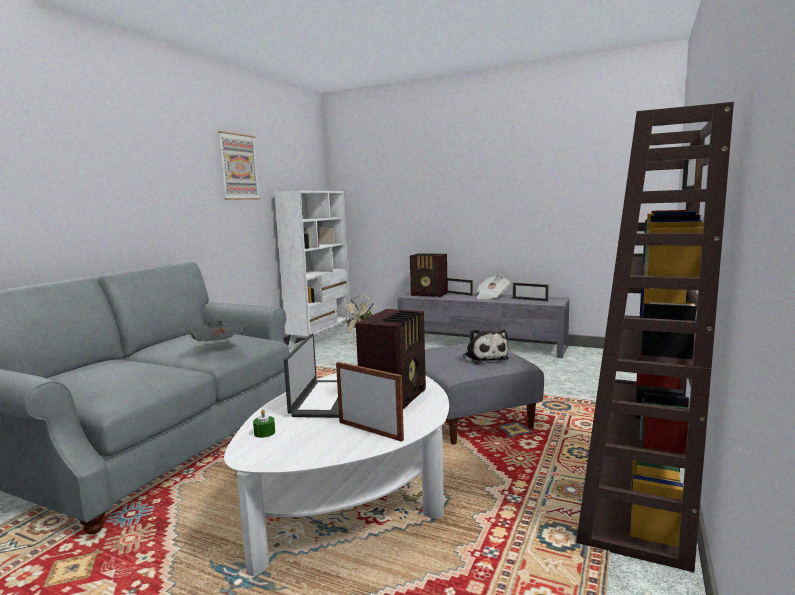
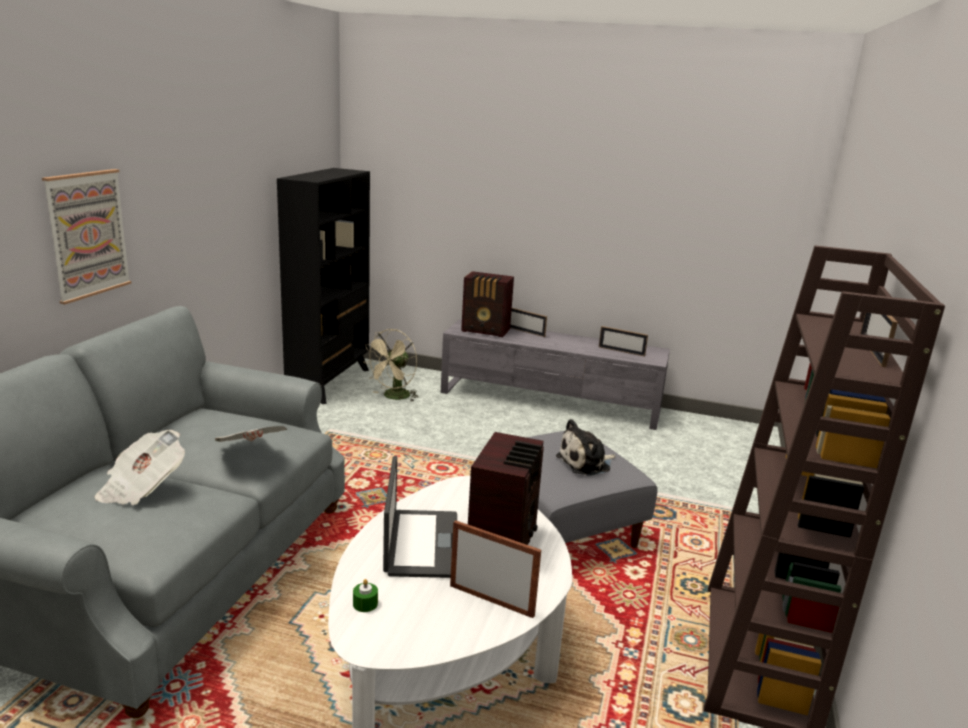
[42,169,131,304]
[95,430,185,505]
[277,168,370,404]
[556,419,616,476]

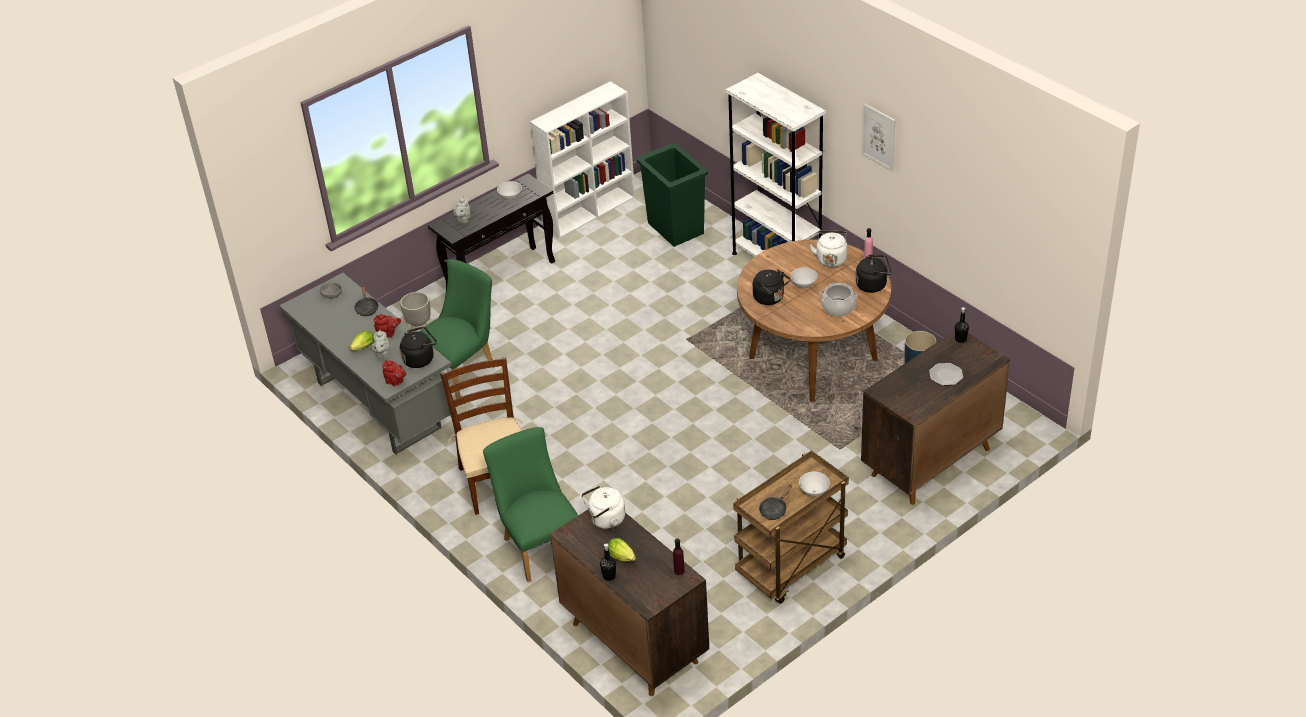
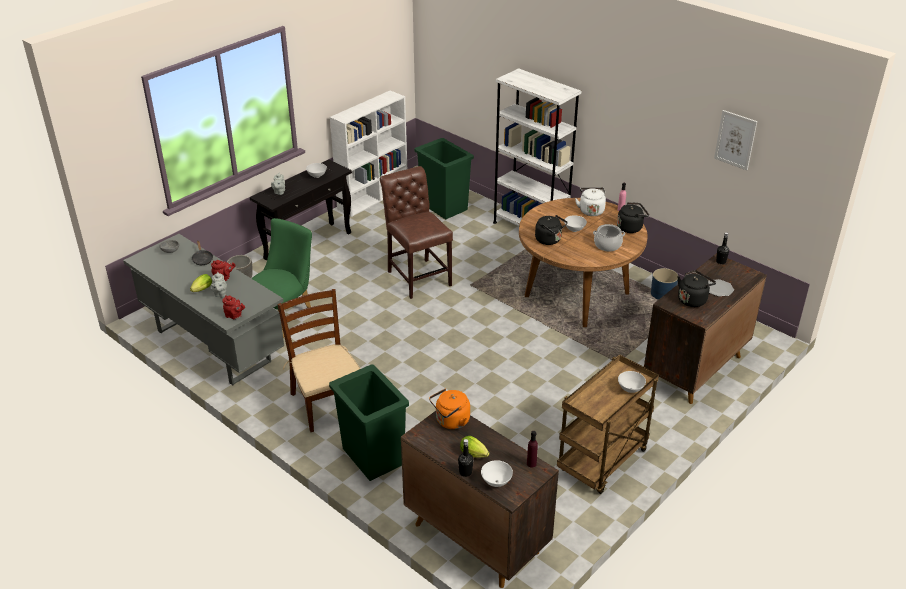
[759,484,792,520] (first image)
[380,166,453,299]
[481,460,513,487]
[678,270,716,307]
[714,110,757,170]
[329,364,409,481]
[429,389,470,429]

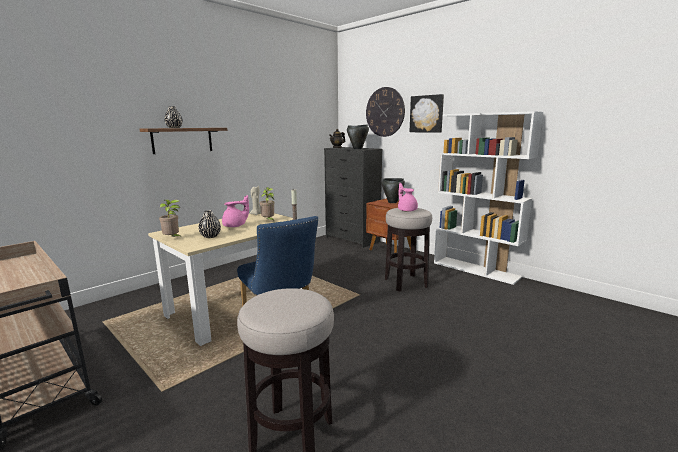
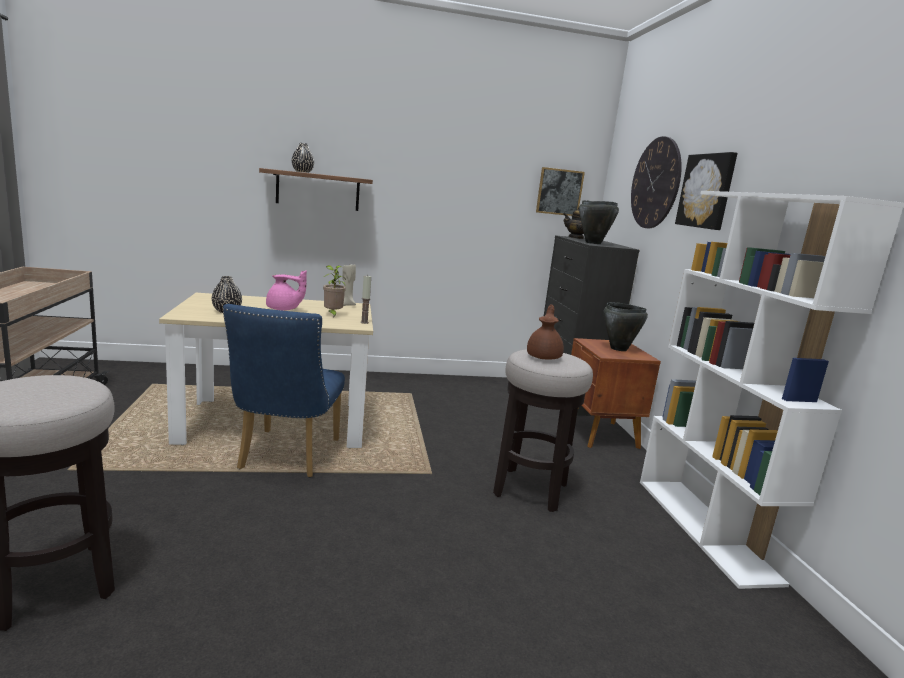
[159,200,183,238] (first image)
[536,167,585,216]
[527,304,564,359]

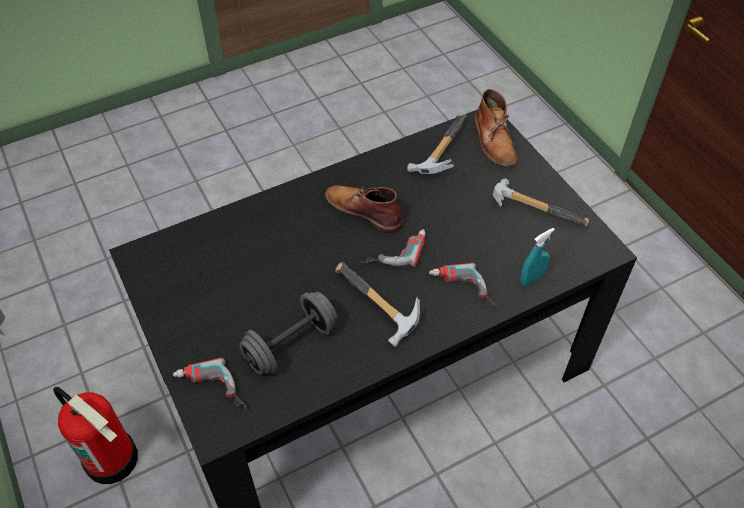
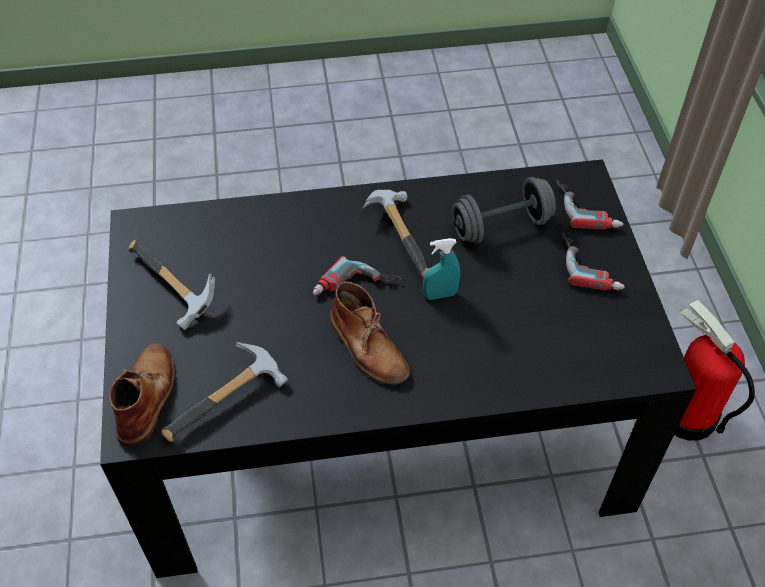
[562,233,625,291]
[423,238,460,300]

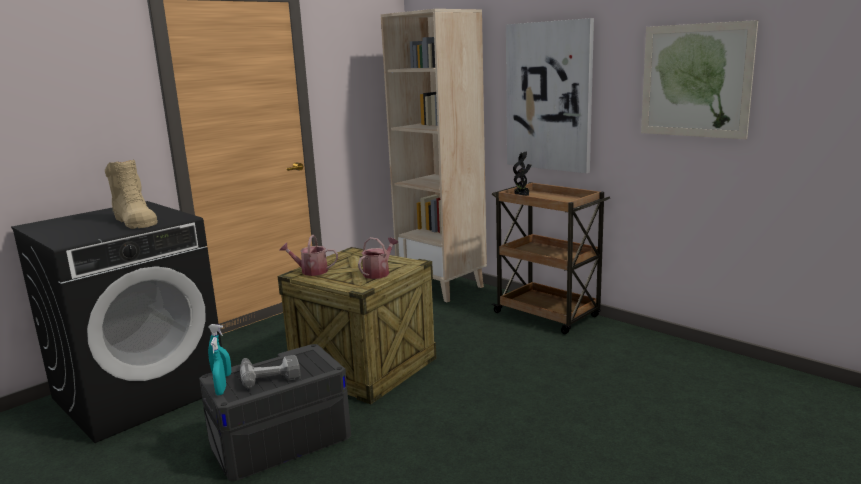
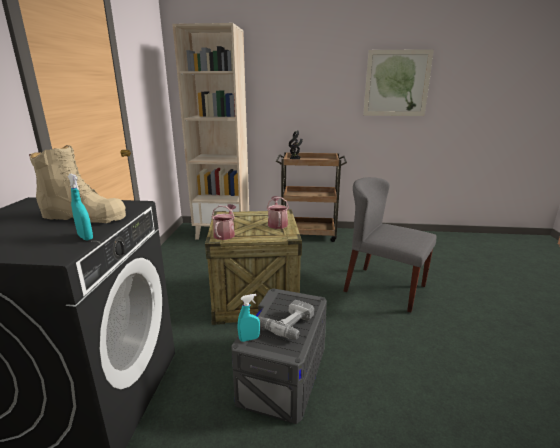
[506,18,594,173] (first image)
[343,177,436,313]
[68,173,93,241]
[212,204,236,240]

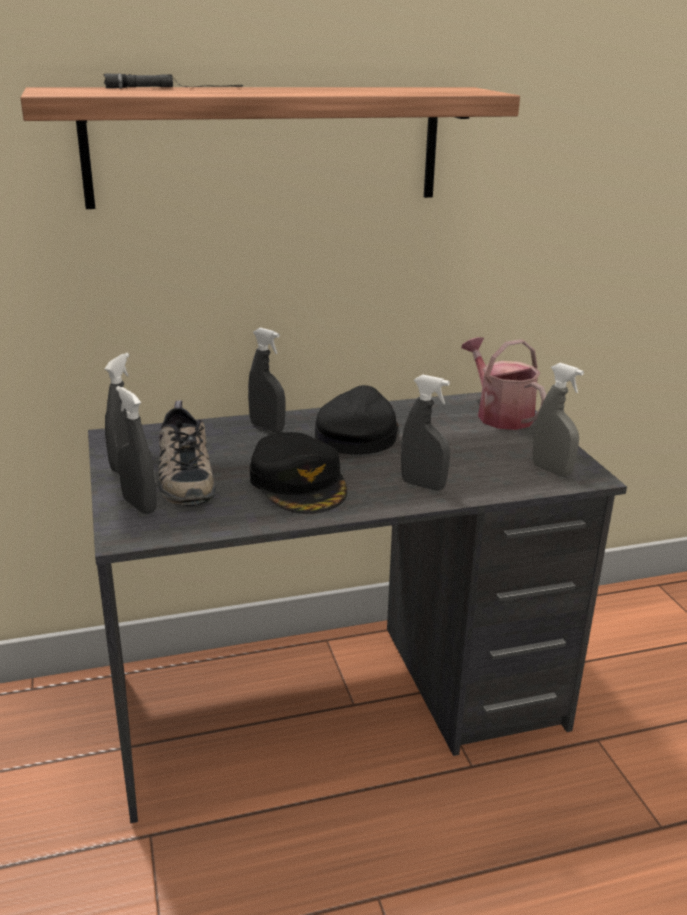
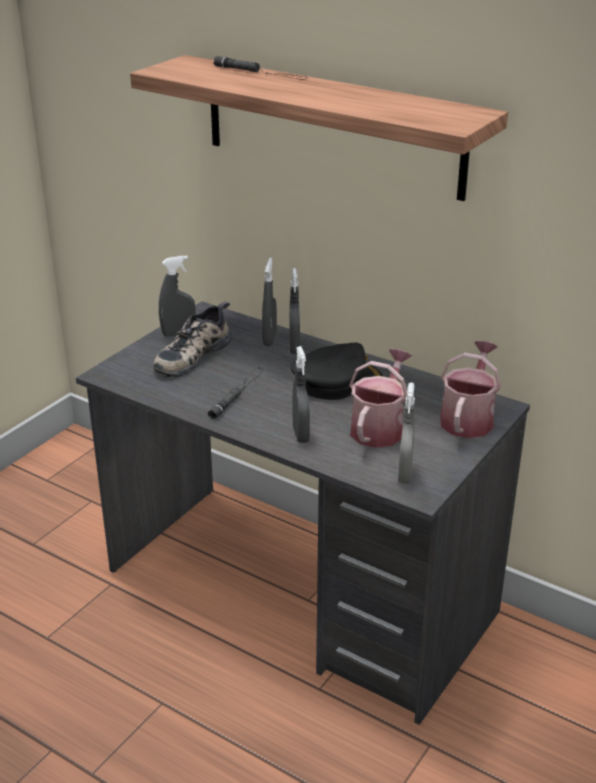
[349,349,412,448]
[262,257,277,347]
[208,368,263,419]

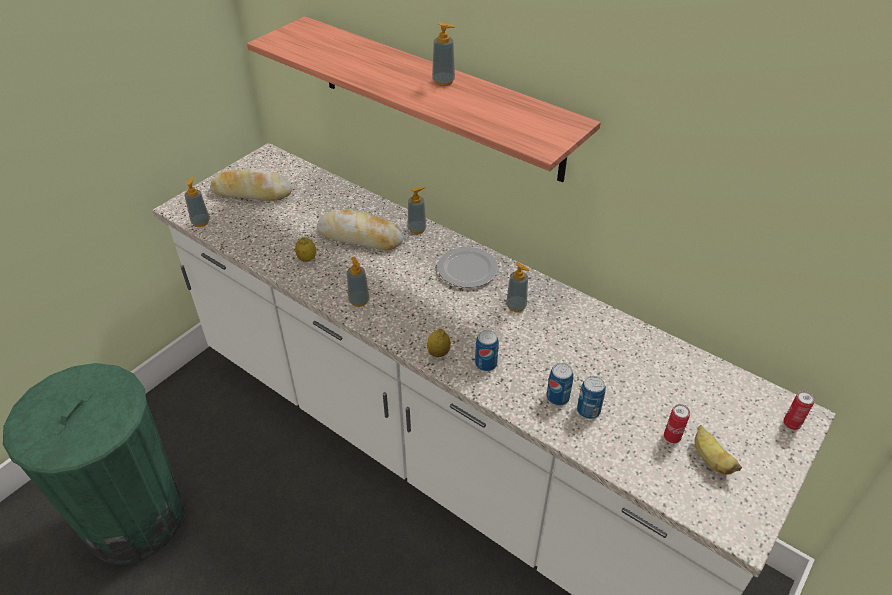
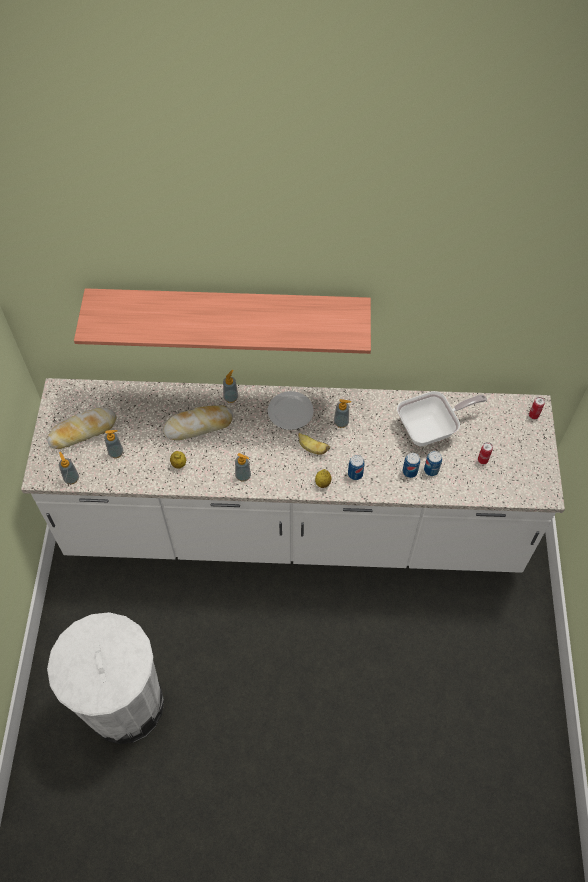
[397,391,487,446]
[104,430,123,458]
[298,433,330,455]
[47,612,164,744]

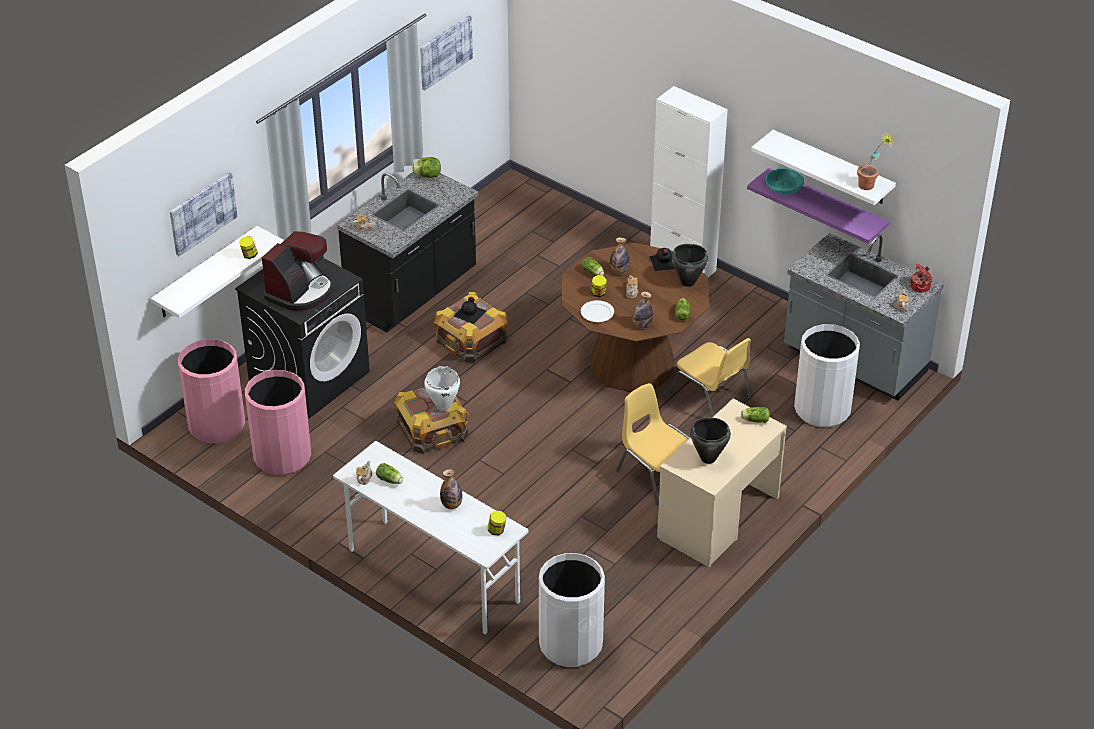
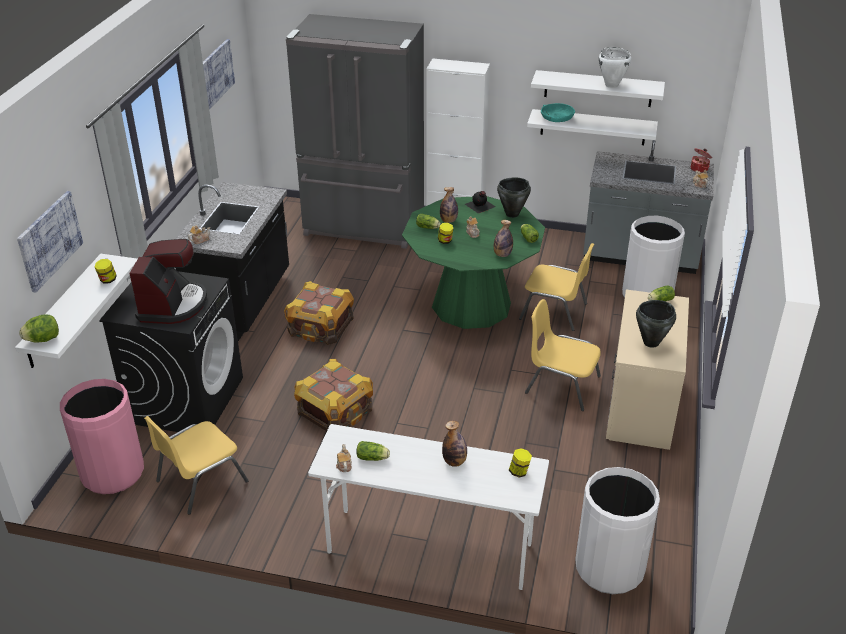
[454,297,486,324] (first image)
[581,300,614,322] (first image)
[857,132,895,190] (first image)
[286,14,424,249]
[19,314,59,342]
[599,47,631,88]
[144,416,249,514]
[402,196,545,329]
[527,109,658,145]

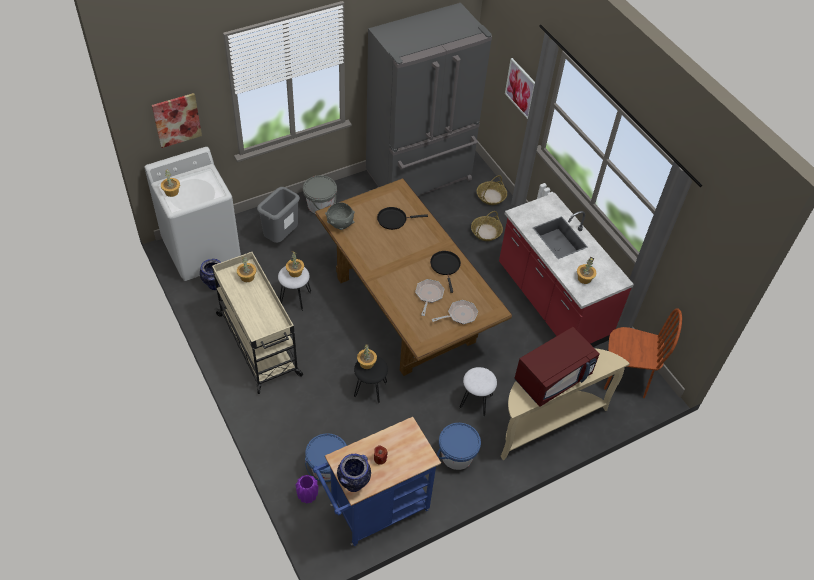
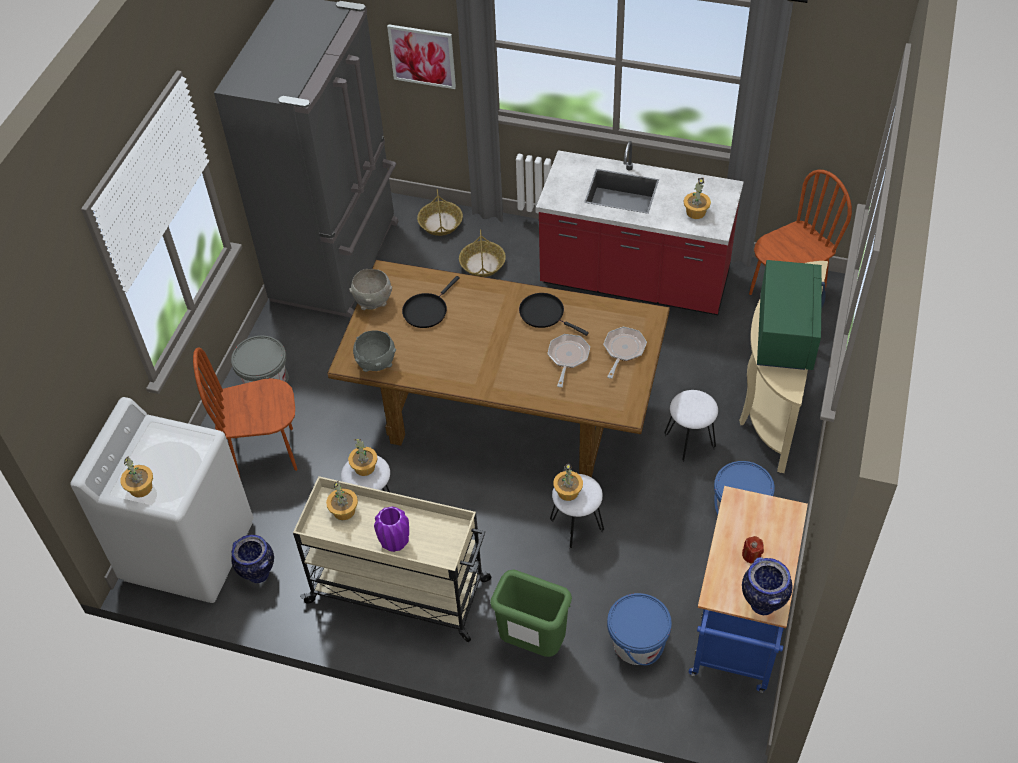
[152,93,202,148] (first image)
[349,269,392,310]
[490,570,572,657]
[374,506,409,552]
[193,347,298,477]
[550,474,604,549]
[757,260,826,370]
[547,334,590,387]

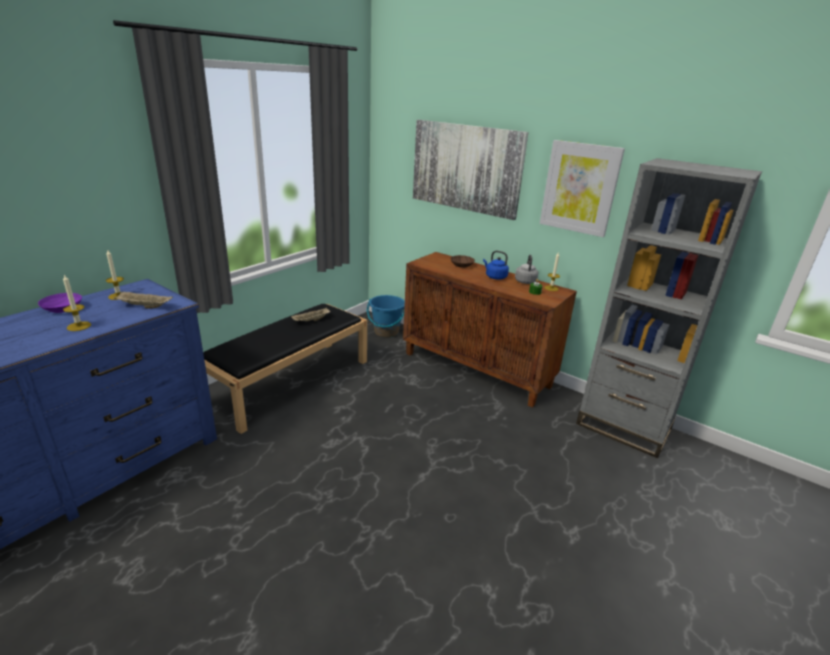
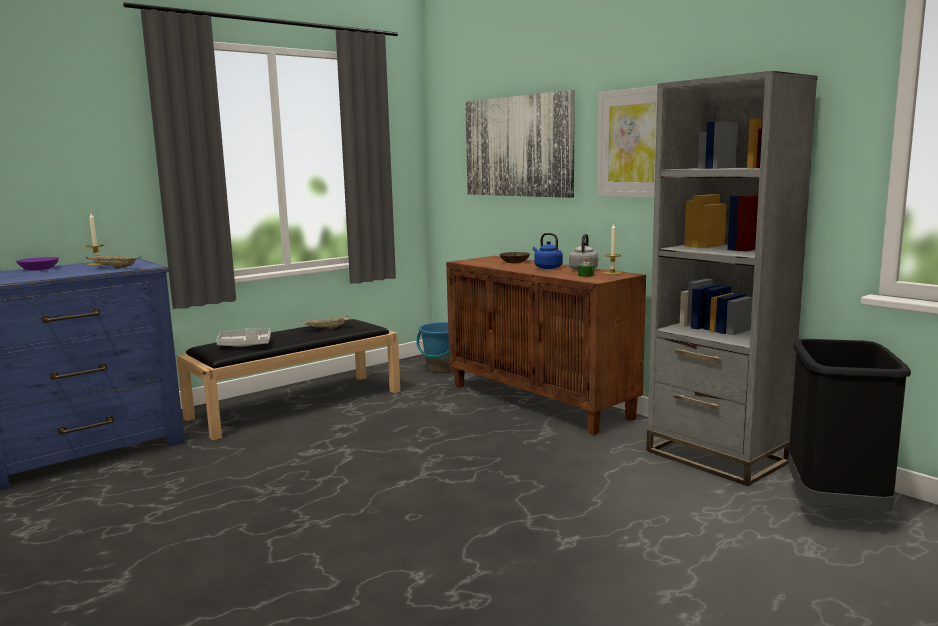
[63,274,91,331] (first image)
[216,328,271,347]
[788,339,911,512]

